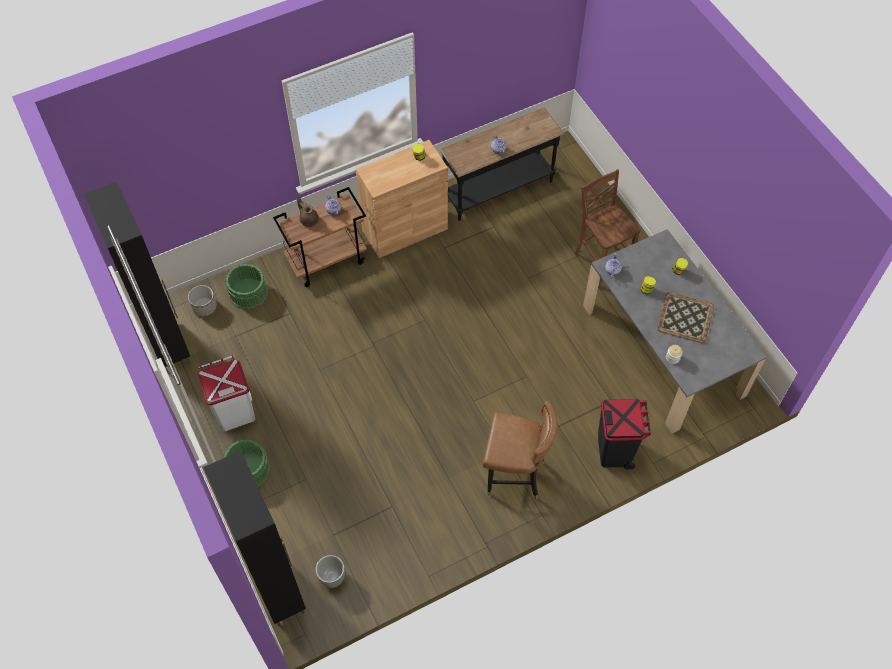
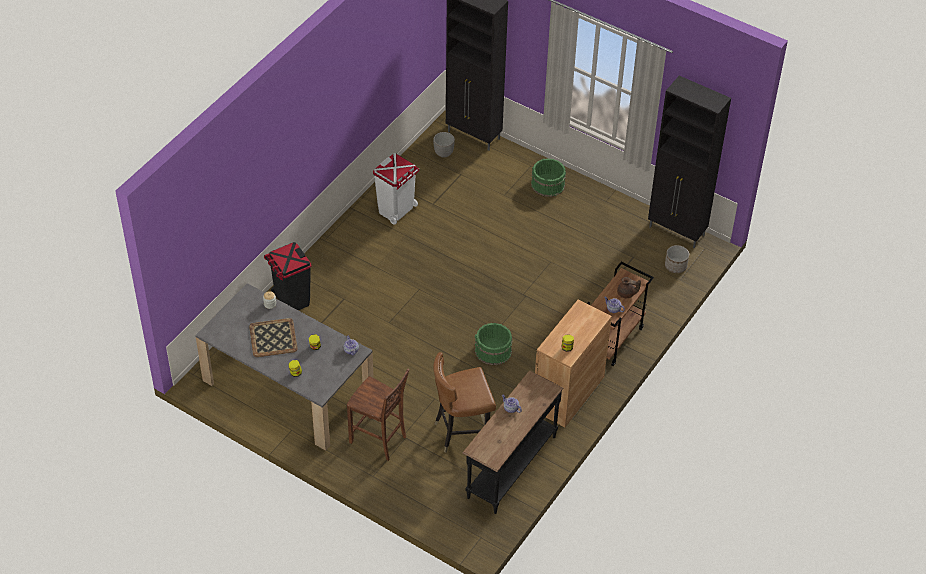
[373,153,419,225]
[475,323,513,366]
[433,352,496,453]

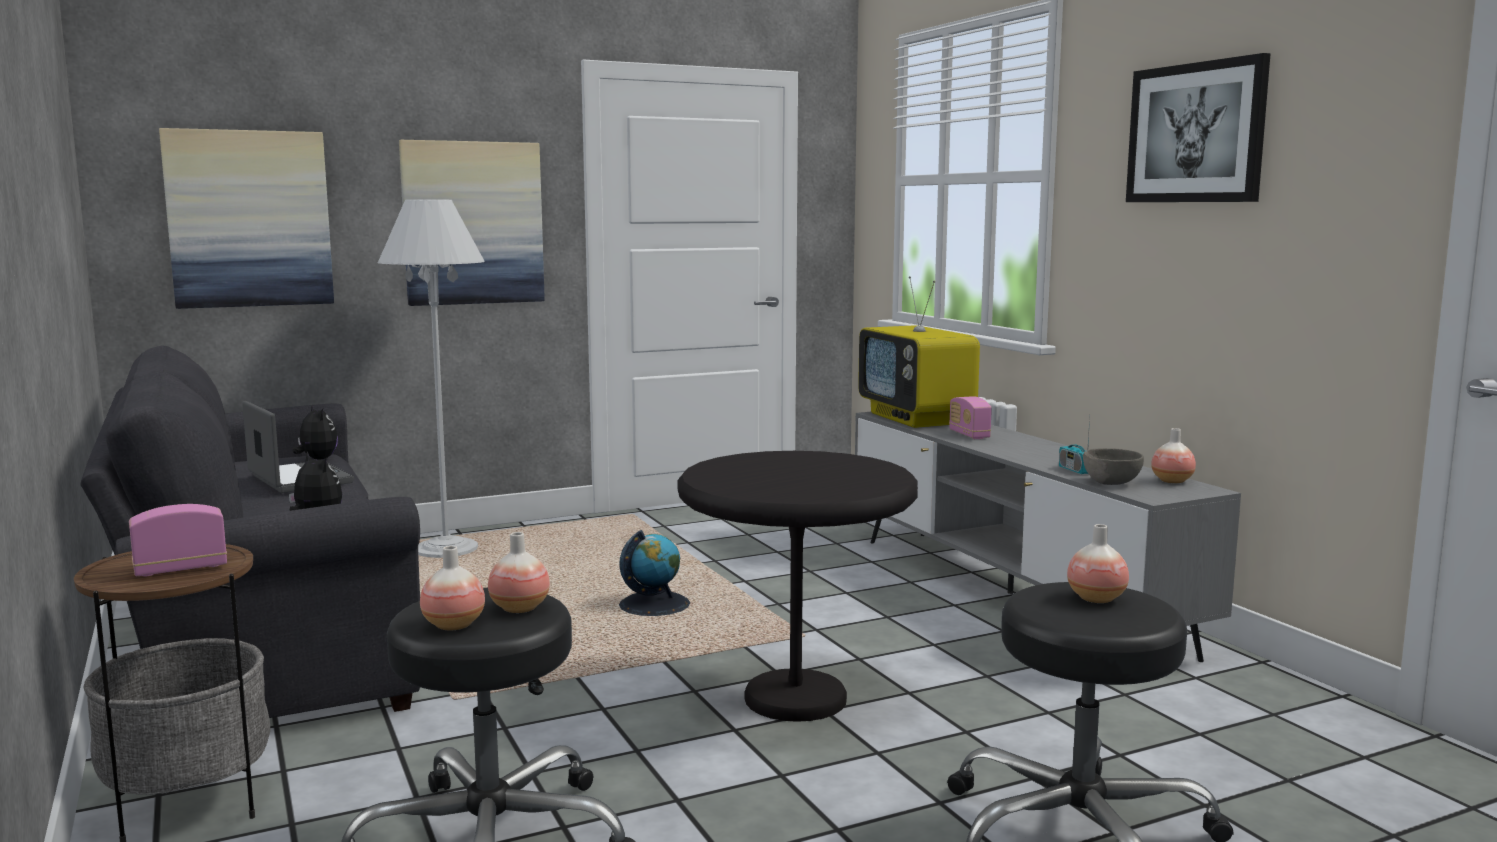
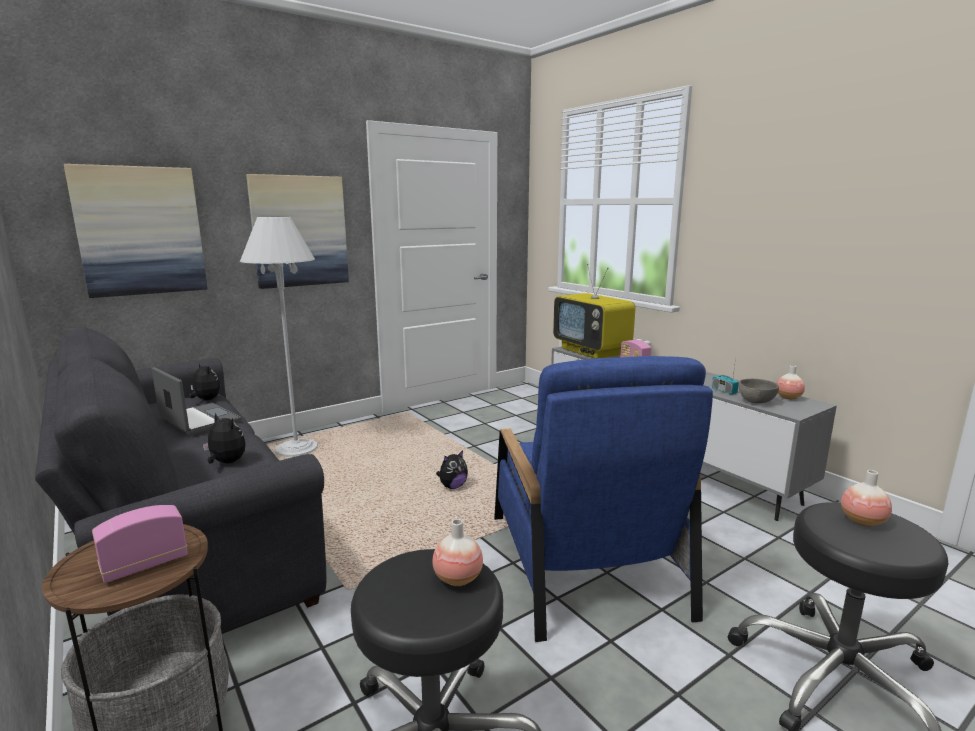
[420,546,485,630] (first image)
[1126,53,1271,202] (first image)
[436,450,468,489]
[494,356,713,642]

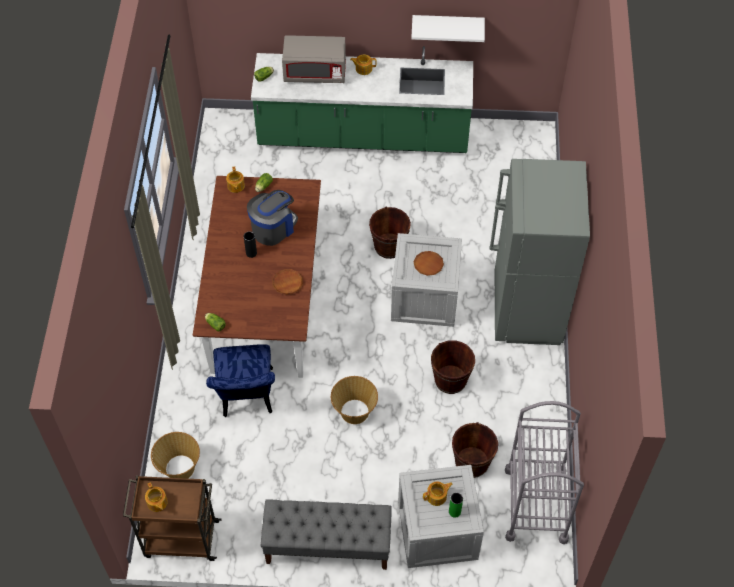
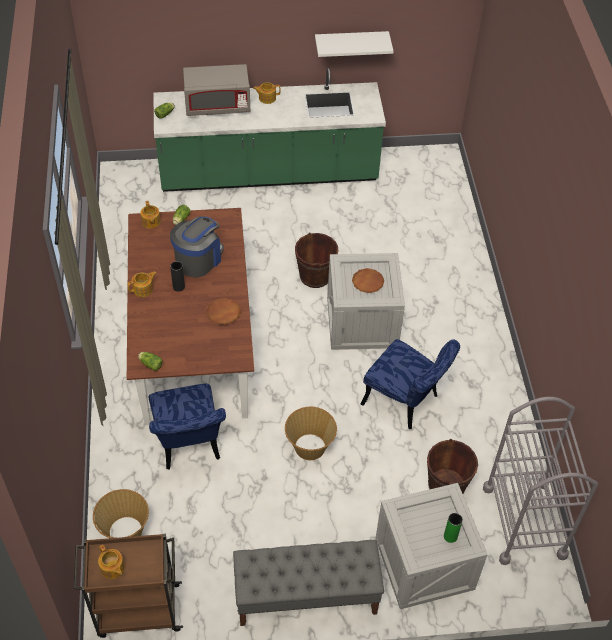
[489,159,590,345] (first image)
[127,271,156,297]
[360,339,460,429]

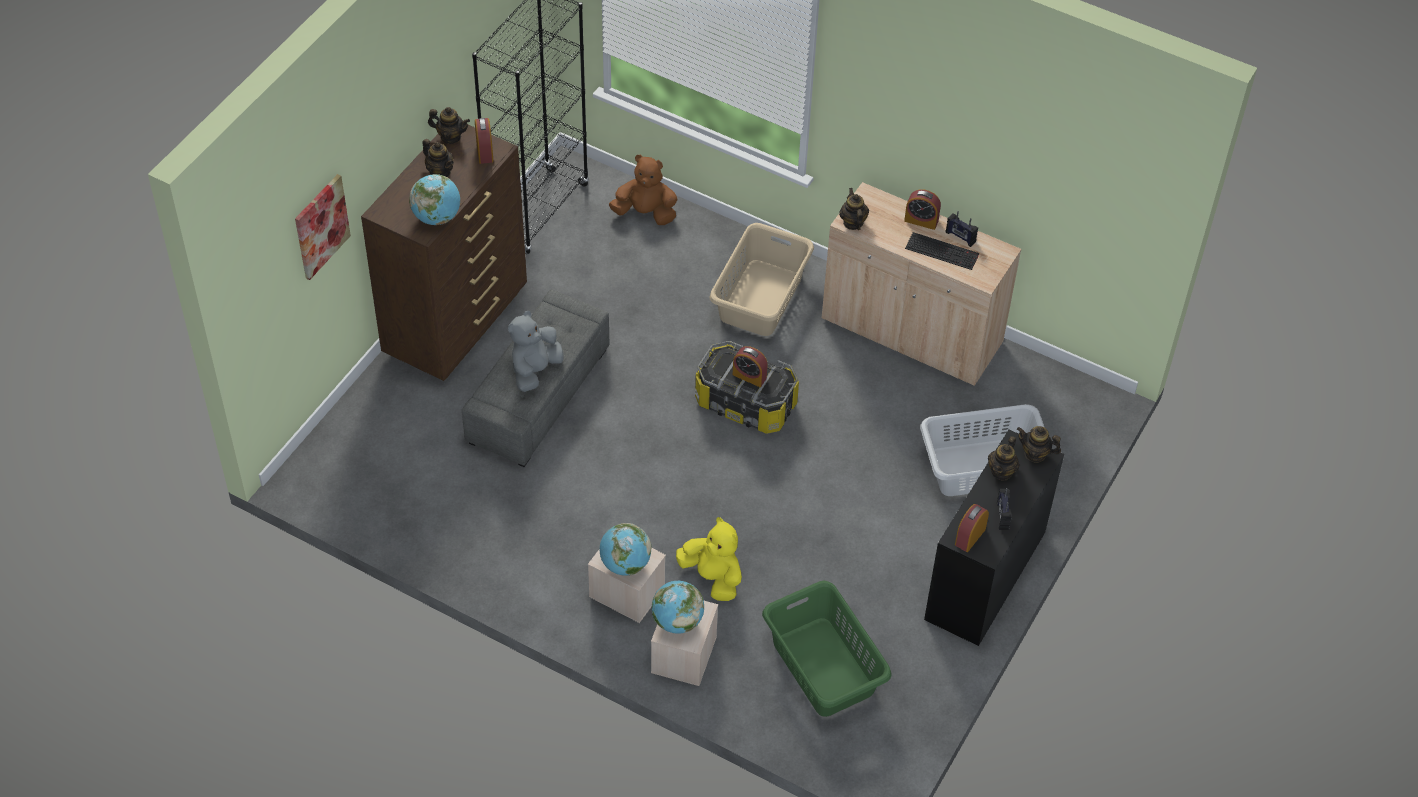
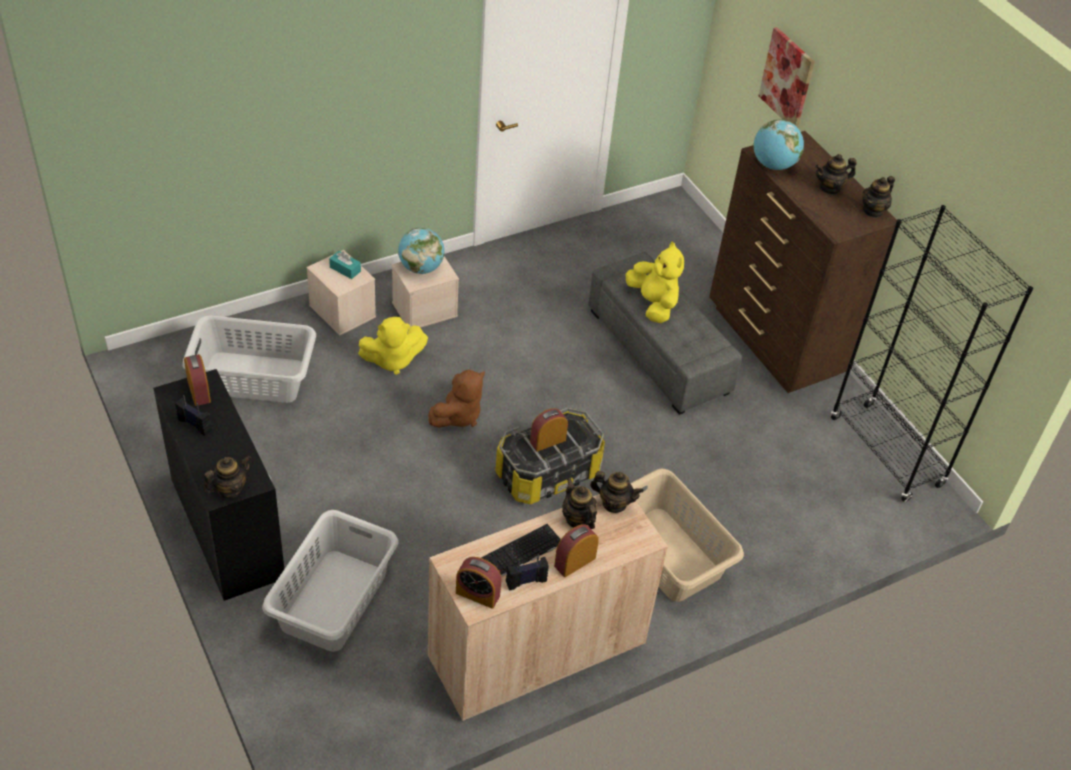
[456,557,502,608]
[428,369,485,428]
[562,478,597,529]
[329,251,361,279]
[626,242,684,323]
[183,315,316,403]

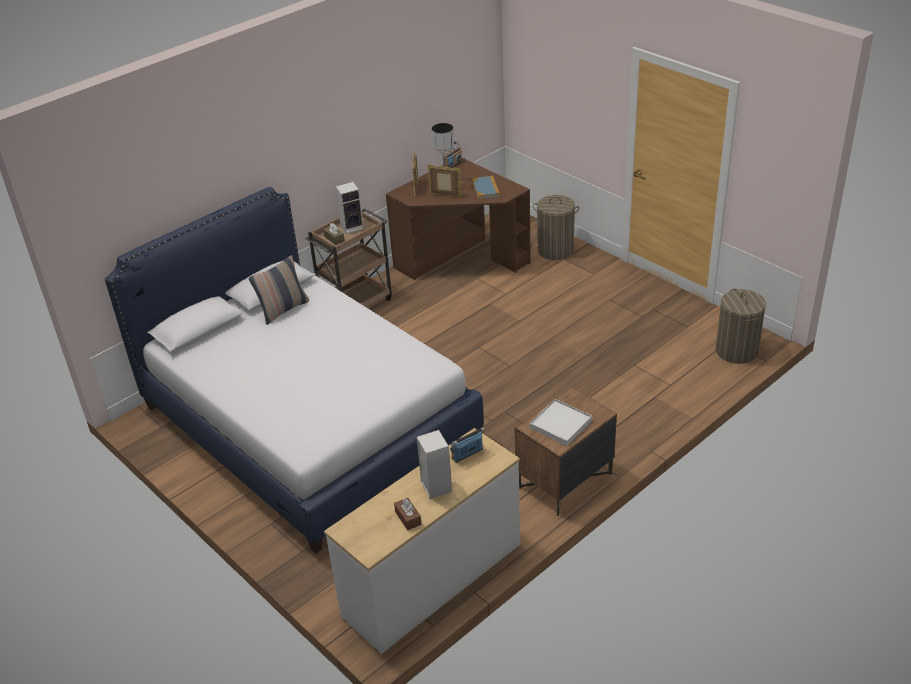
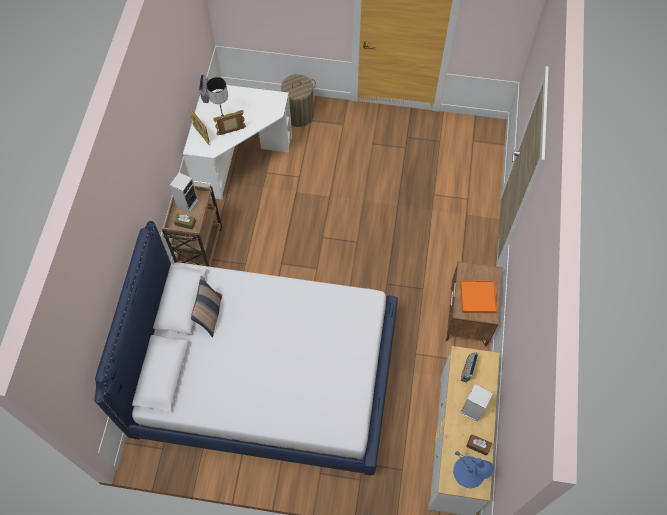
[472,176,500,200] (first image)
[716,289,766,364] (first image)
[453,451,494,488]
[183,85,292,200]
[460,280,497,313]

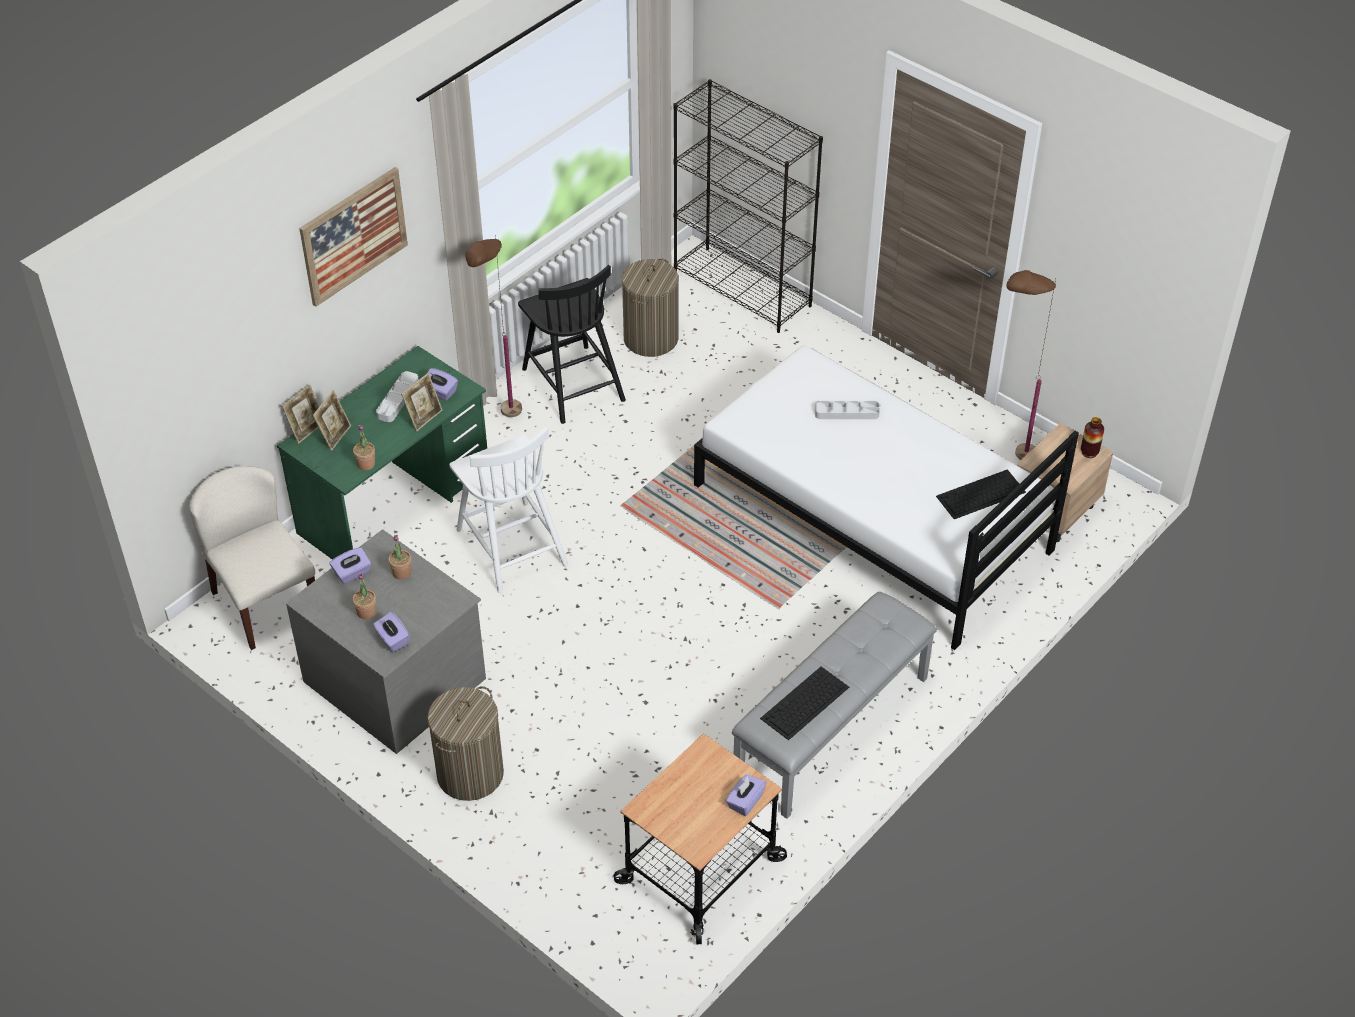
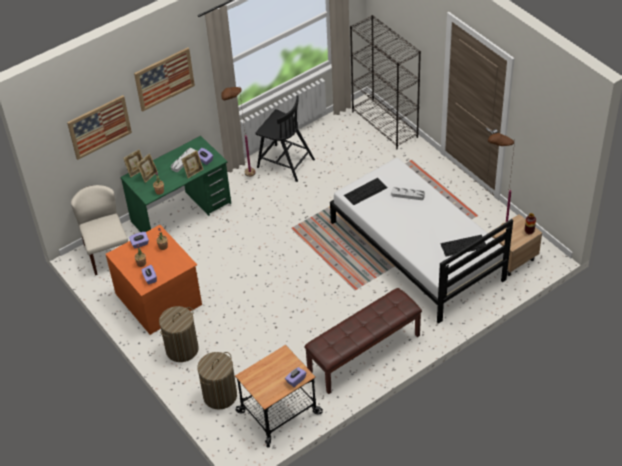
[449,427,568,593] (first image)
[67,95,132,160]
[197,352,237,410]
[344,178,388,205]
[105,225,202,335]
[304,288,422,394]
[255,95,315,182]

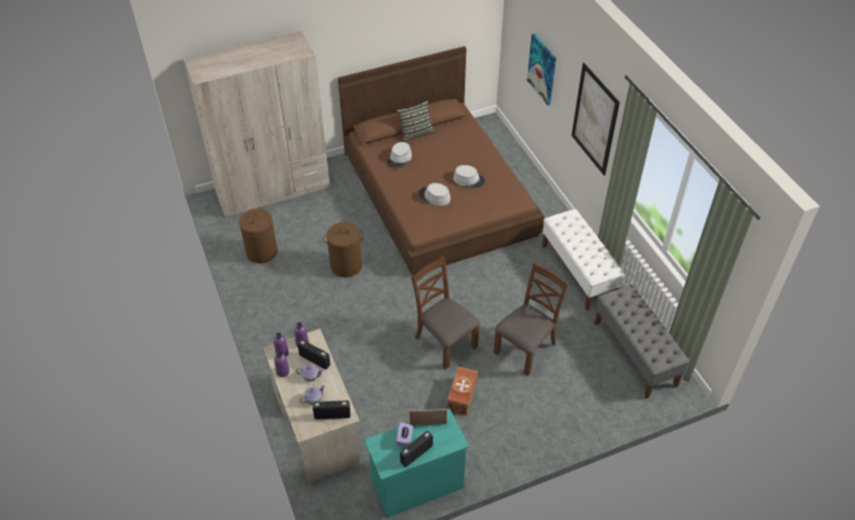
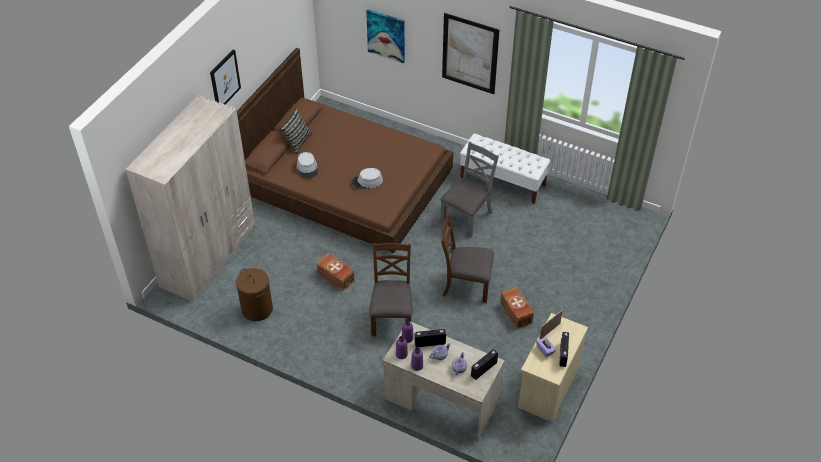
[453,165,485,188] (first image)
[594,285,690,399] (first image)
[210,49,241,104]
[440,142,499,238]
[369,243,413,336]
[317,253,355,291]
[518,313,588,422]

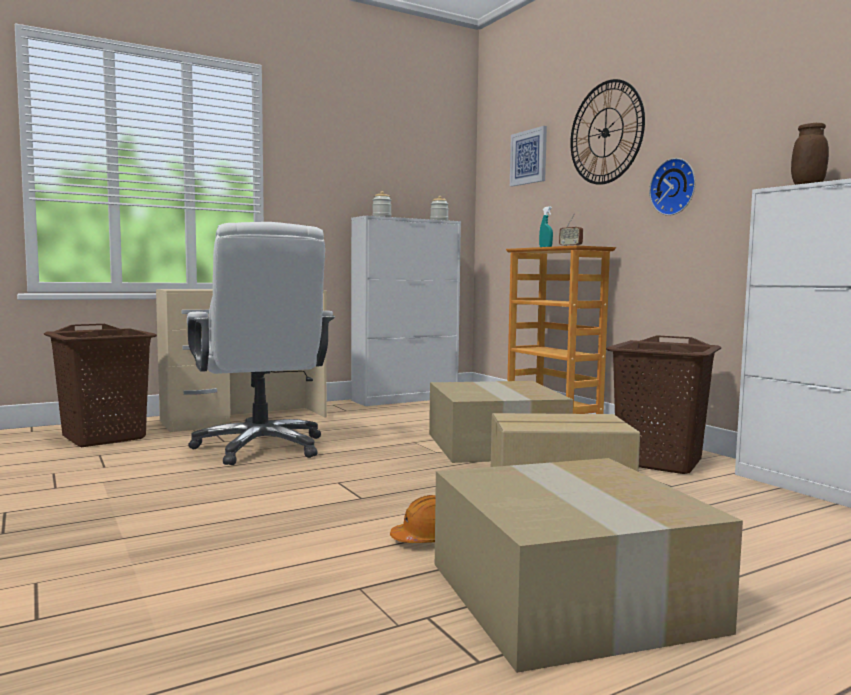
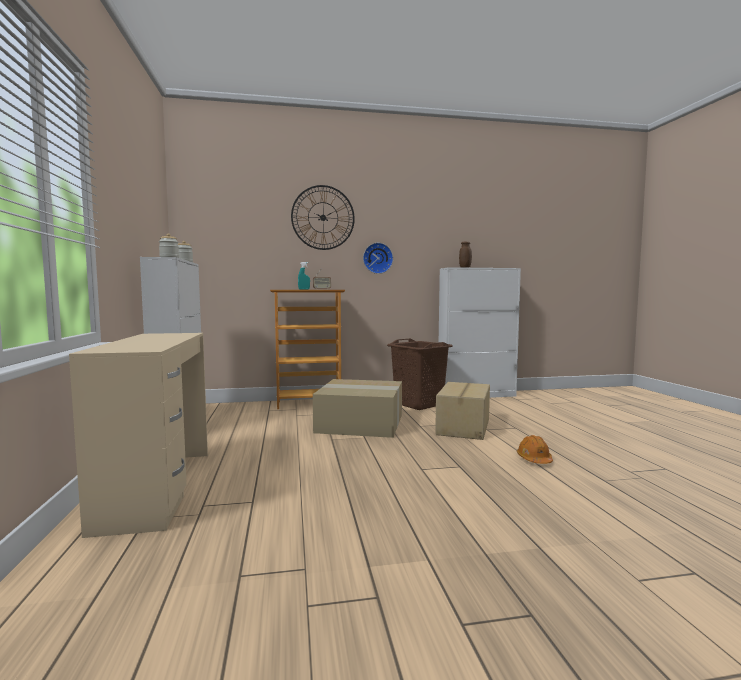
[44,324,157,447] (first image)
[187,222,335,465] (first image)
[435,458,743,673] (first image)
[510,126,547,187] (first image)

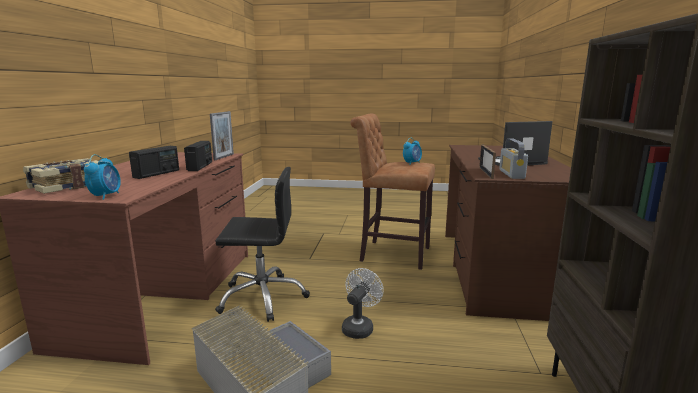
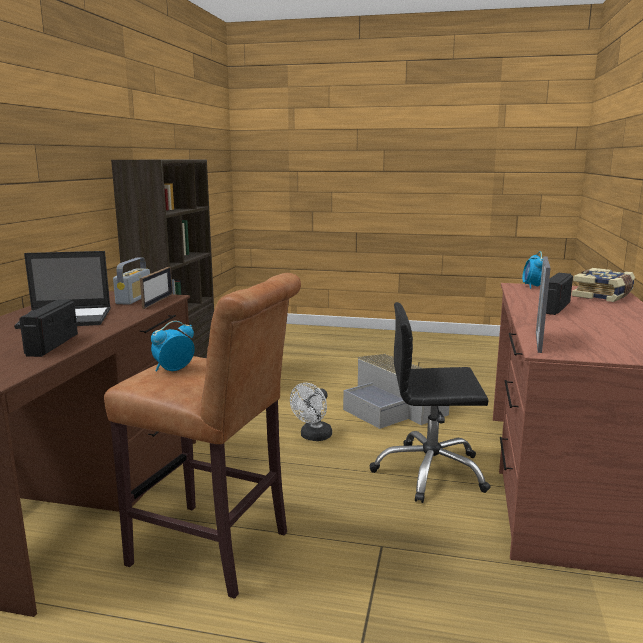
[19,299,78,357]

